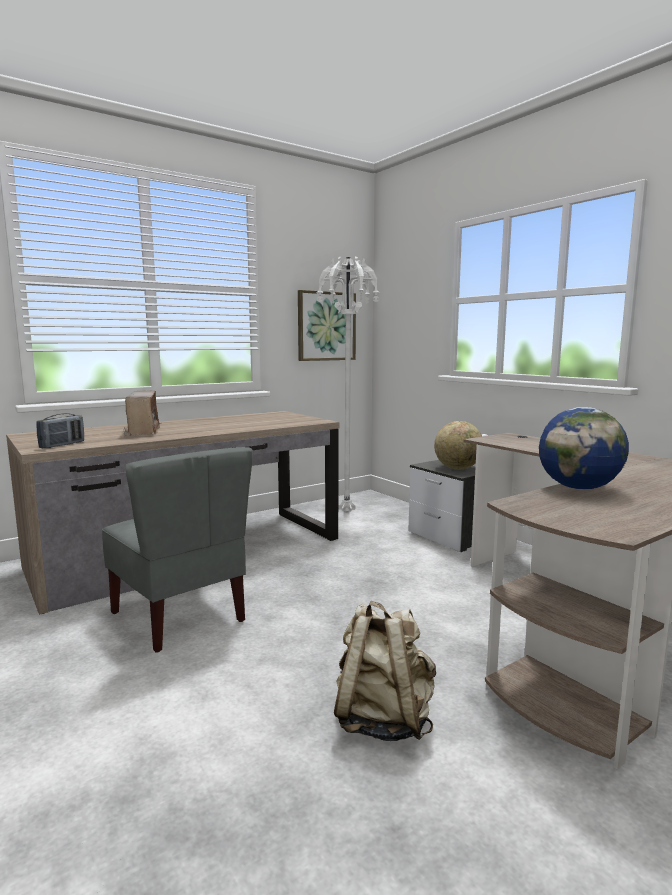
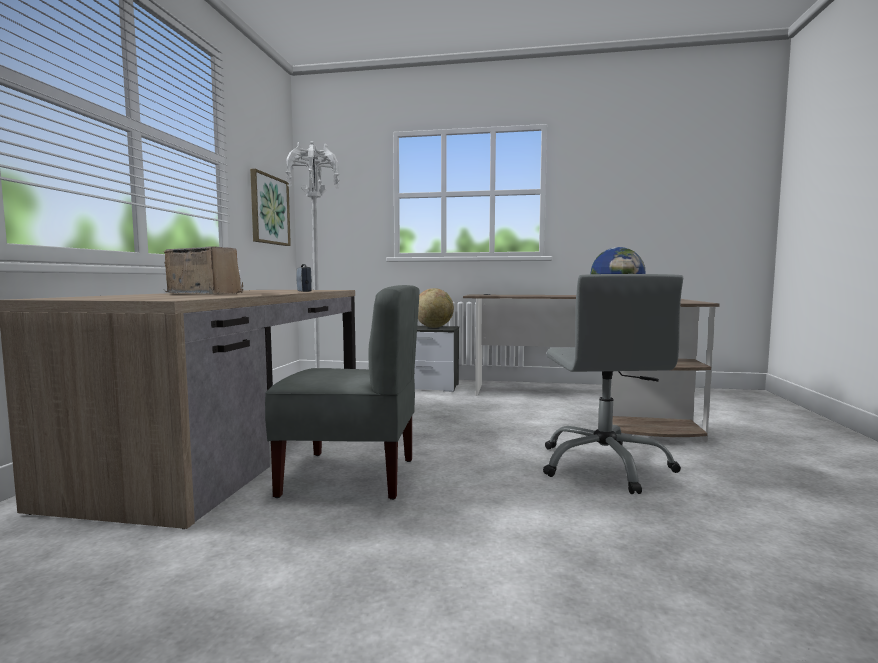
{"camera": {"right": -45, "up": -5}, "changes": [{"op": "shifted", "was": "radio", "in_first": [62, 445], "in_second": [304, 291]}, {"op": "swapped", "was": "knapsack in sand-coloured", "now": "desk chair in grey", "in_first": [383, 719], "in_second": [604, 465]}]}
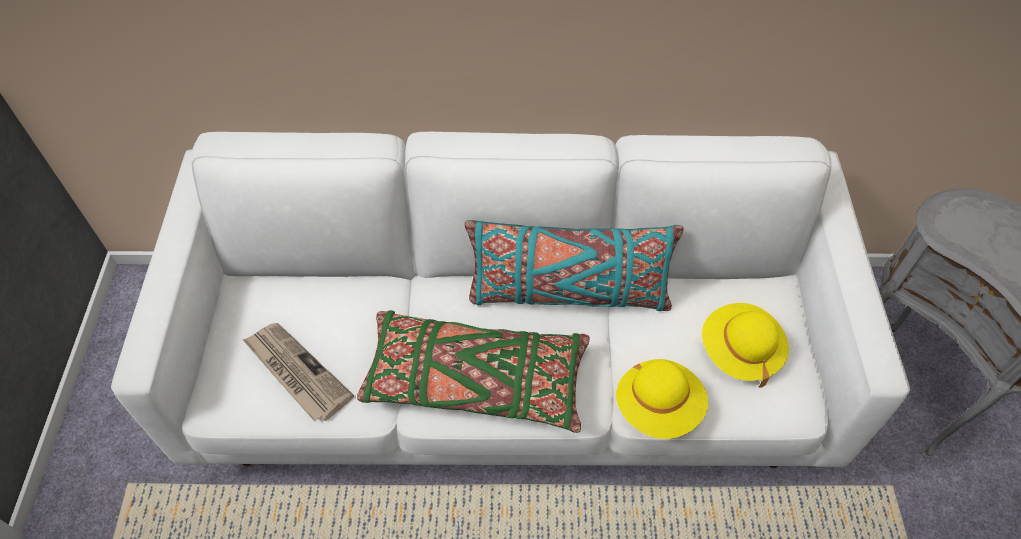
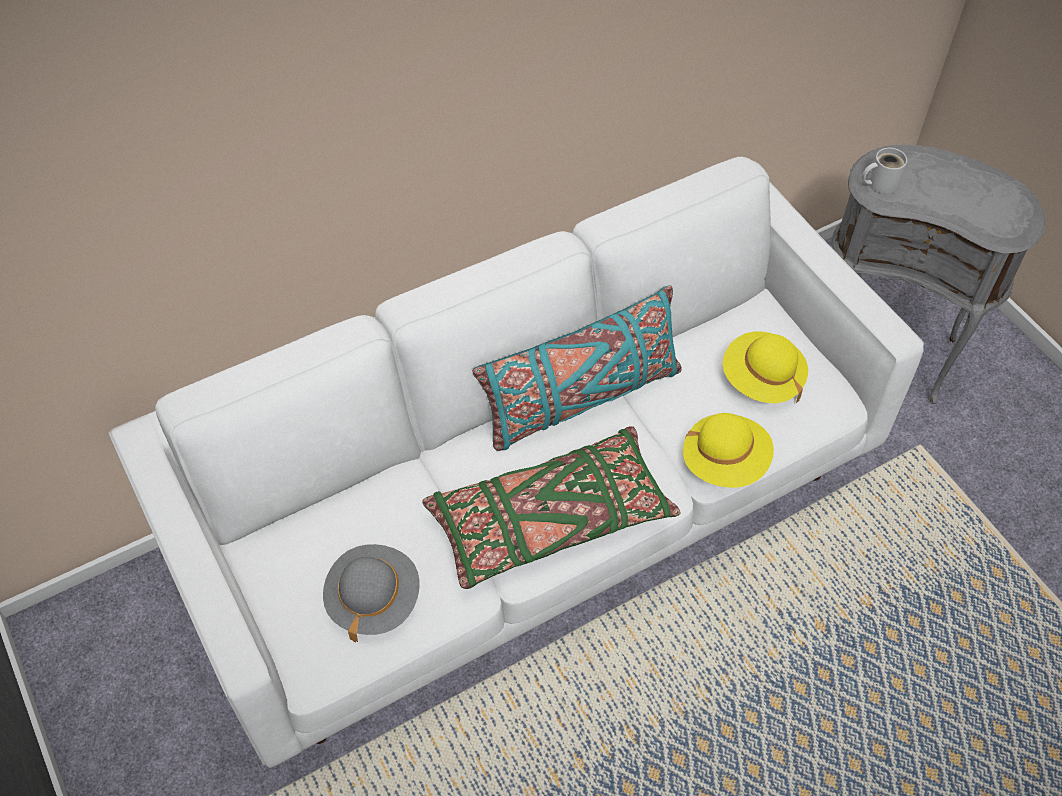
{"camera": {"right": -30, "up": 0}, "changes": [{"op": "new", "now": "mug in white-coloured", "in_second": [879, 183]}, {"op": "swapped", "was": "daily paper", "now": "hat in grey", "in_first": [296, 372], "in_second": [373, 599]}]}
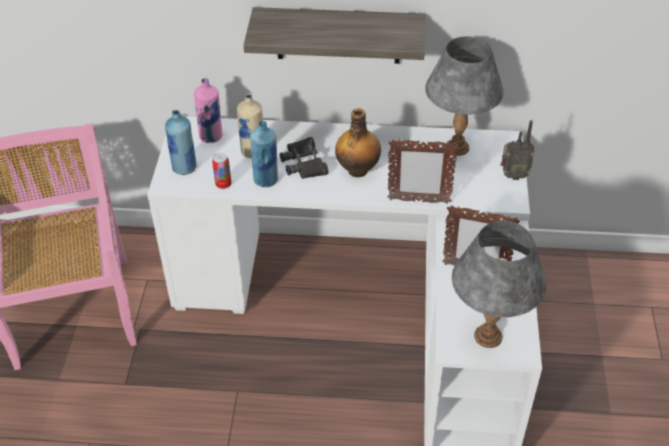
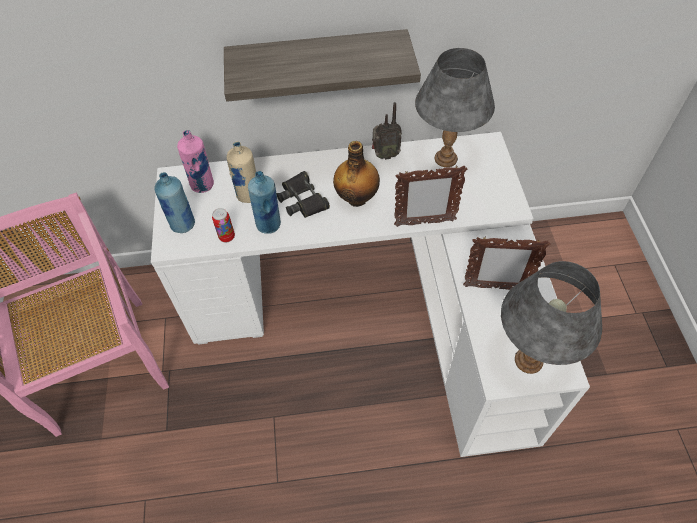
{"camera": {"right": -10, "up": 10}, "changes": [{"op": "shifted", "was": "radio", "in_first": [513, 175], "in_second": [385, 155]}]}
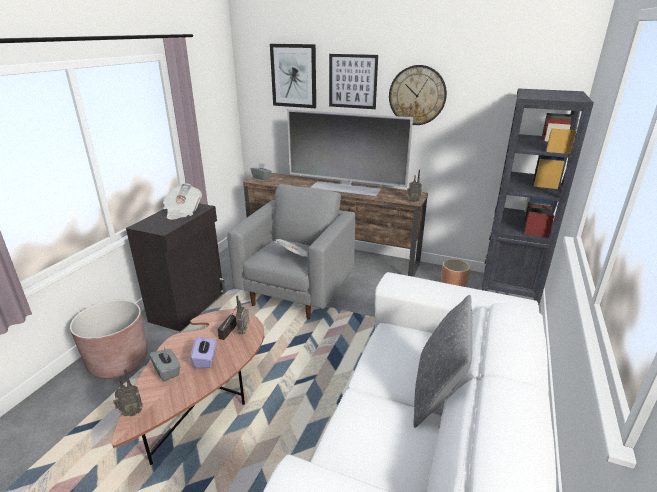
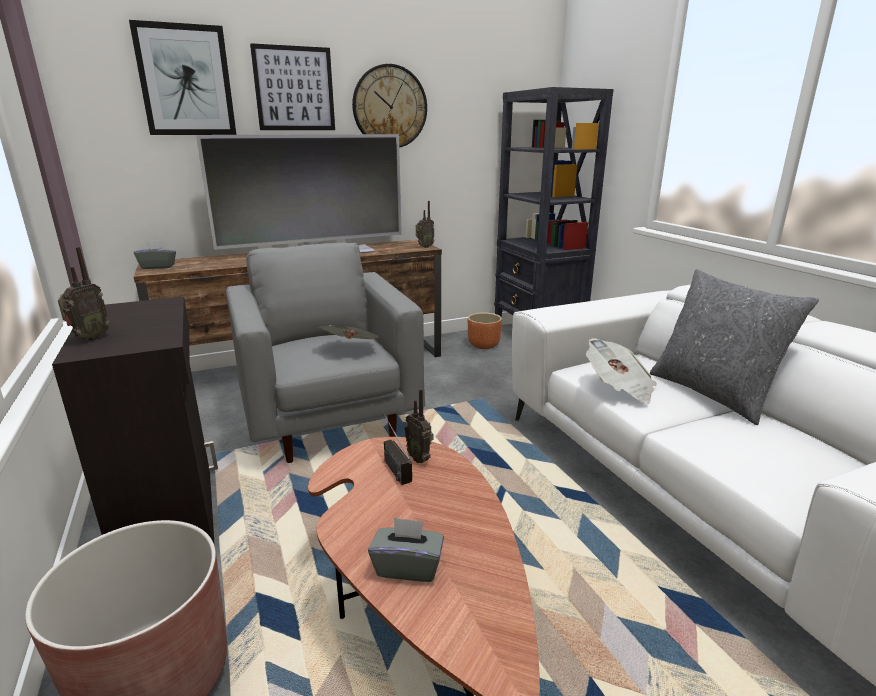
{"camera": {"right": -45, "up": -5}, "changes": [{"op": "gone", "was": "box of tissues in purple", "in_first": [205, 360]}, {"op": "shifted", "was": "radio", "in_first": [131, 412], "in_second": [89, 339]}, {"op": "shifted", "was": "daily paper", "in_first": [182, 212], "in_second": [619, 388]}]}
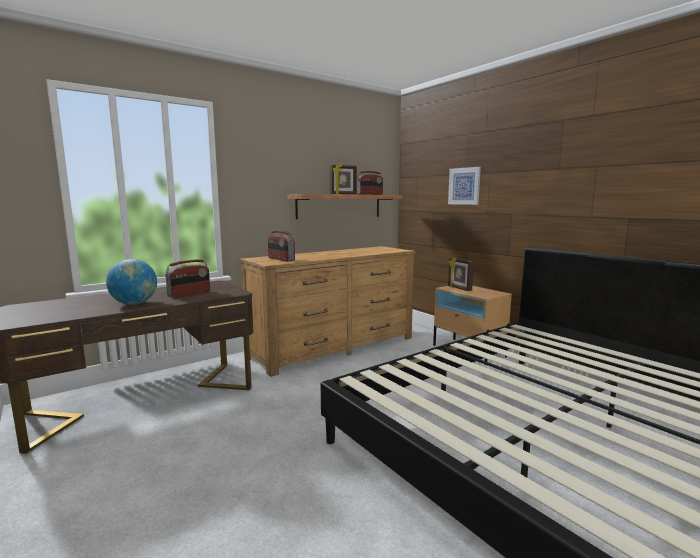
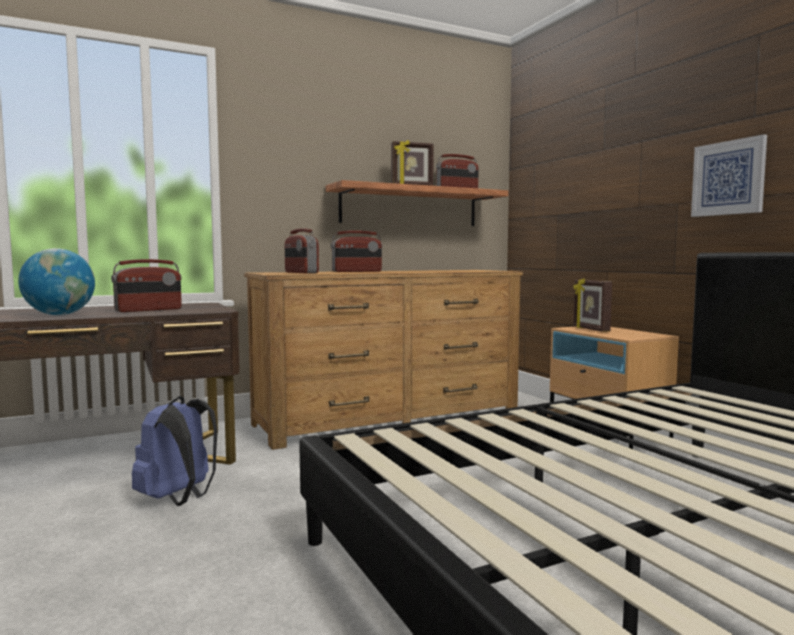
{"camera": {"right": 10, "up": -5}, "changes": [{"op": "new", "now": "knapsack in bluish", "in_second": [179, 498]}, {"op": "new", "now": "radio", "in_second": [357, 271]}, {"op": "shifted", "was": "wall art", "in_first": [464, 186], "in_second": [728, 178]}]}
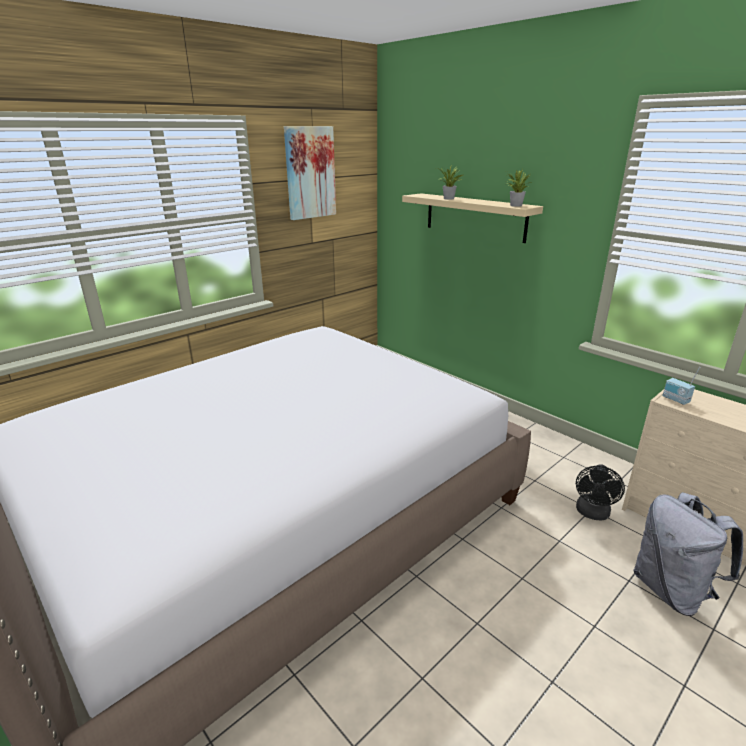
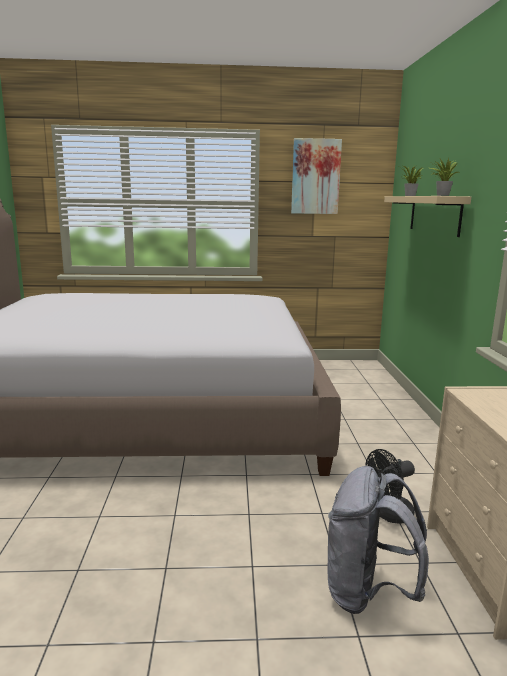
{"camera": {"right": 40, "up": -10}, "changes": [{"op": "gone", "was": "radio", "in_first": [675, 400]}]}
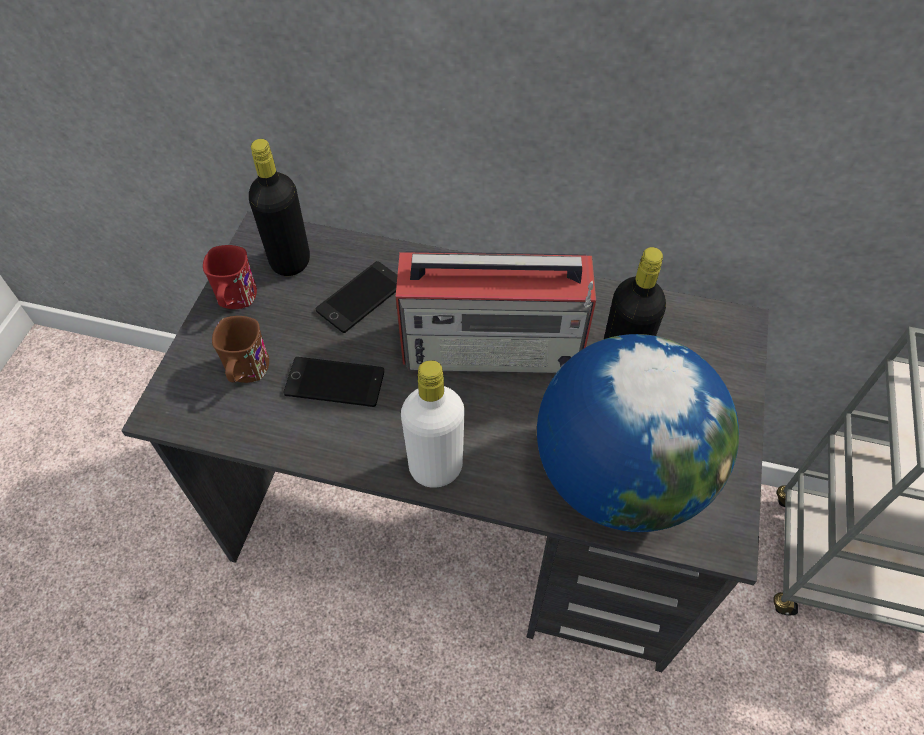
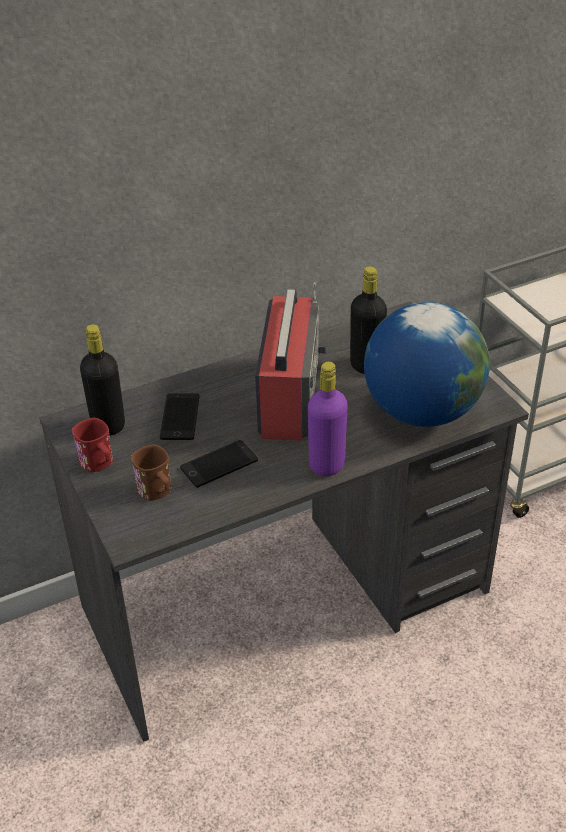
{"camera": {"right": -40, "up": -15}, "changes": [{"op": "repainted", "was": "beverage bottle in white-coloured", "now": "beverage bottle in purple", "in_first": [436, 468], "in_second": [326, 465]}, {"op": "rotated", "was": "radio", "in_first": [494, 346], "in_second": [289, 395], "clockwise": -45}]}
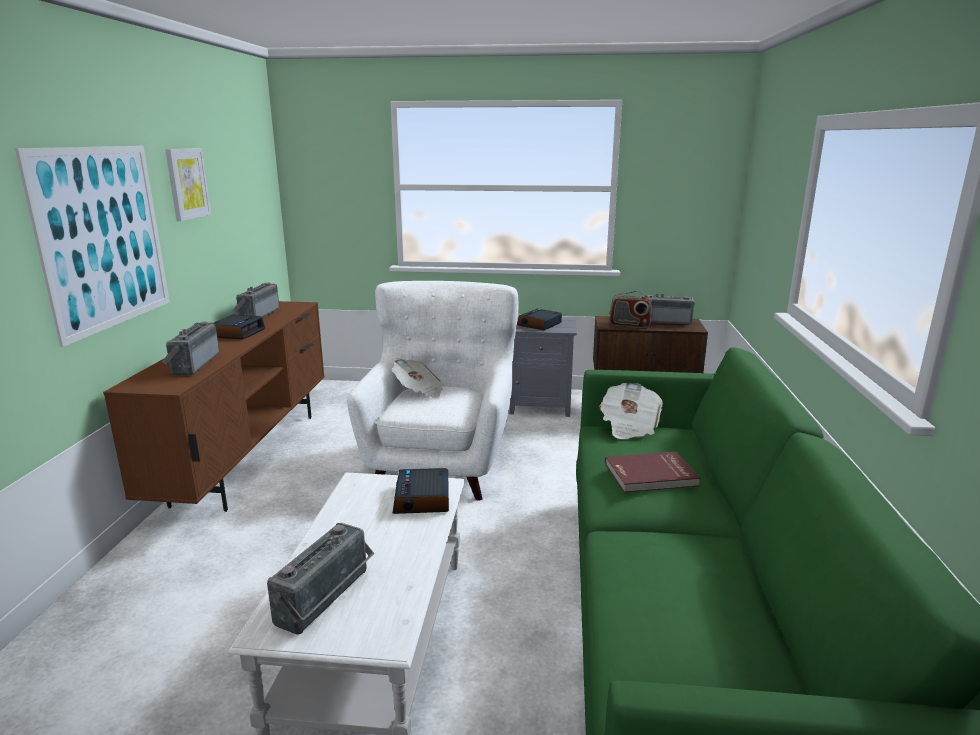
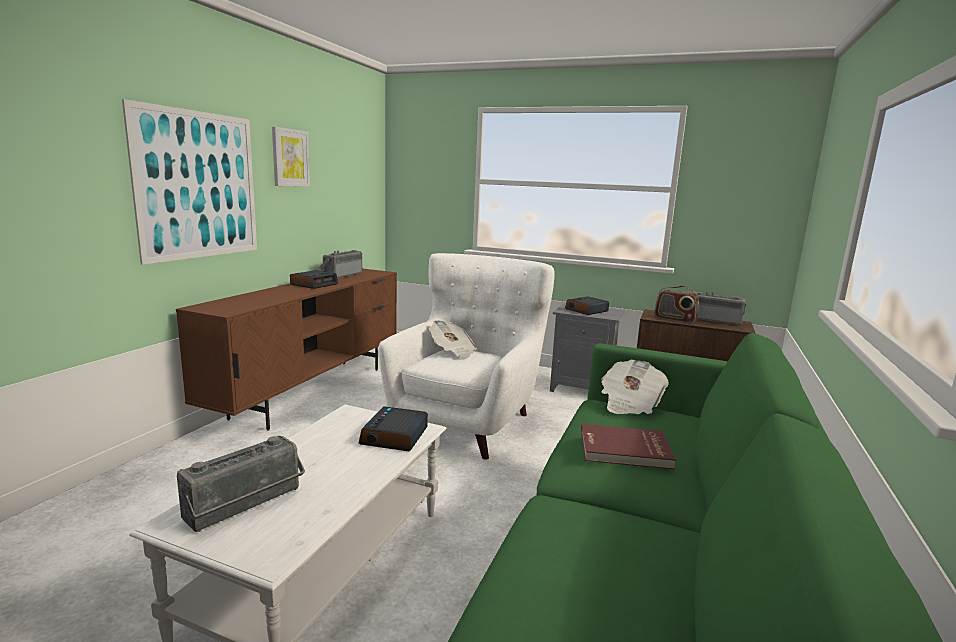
{"camera": {"right": 15, "up": -5}, "changes": [{"op": "gone", "was": "radio", "in_first": [192, 364]}]}
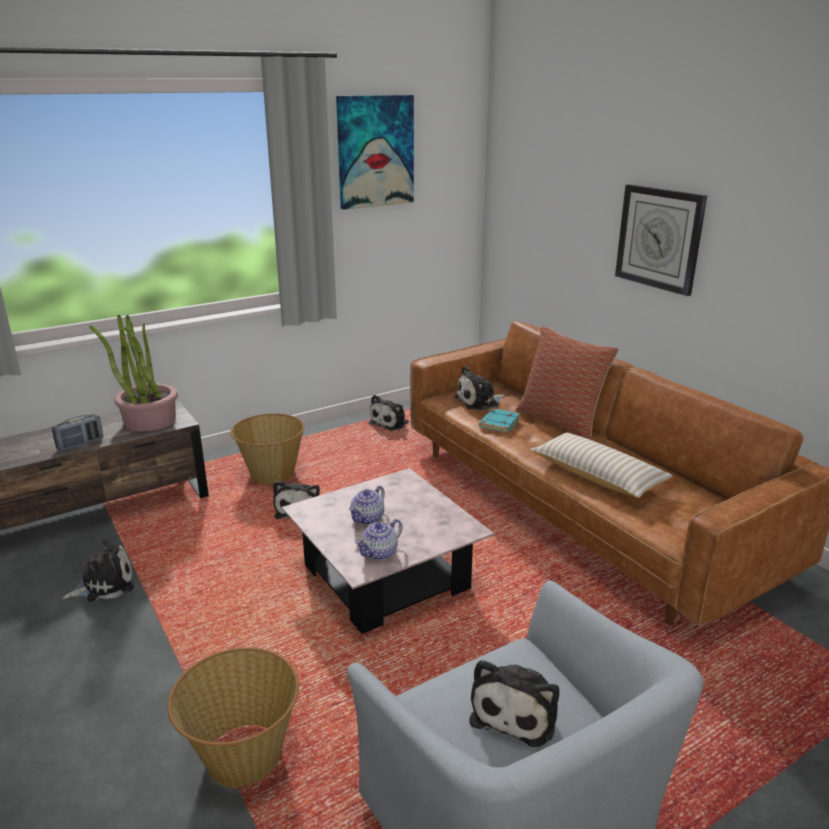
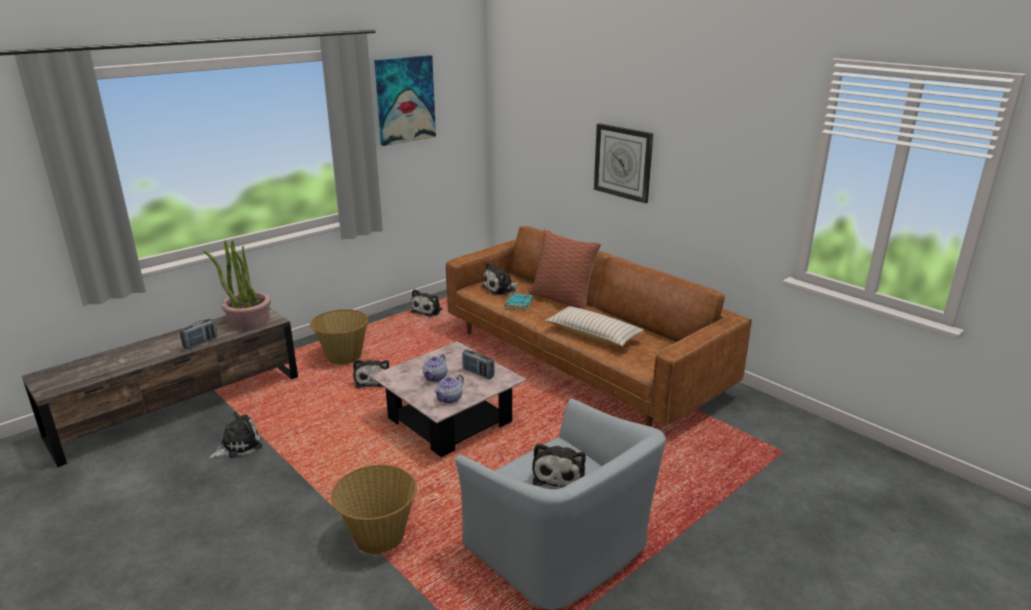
{"camera": {"right": -10, "up": 0}, "changes": [{"op": "new", "now": "radio", "in_second": [478, 373]}]}
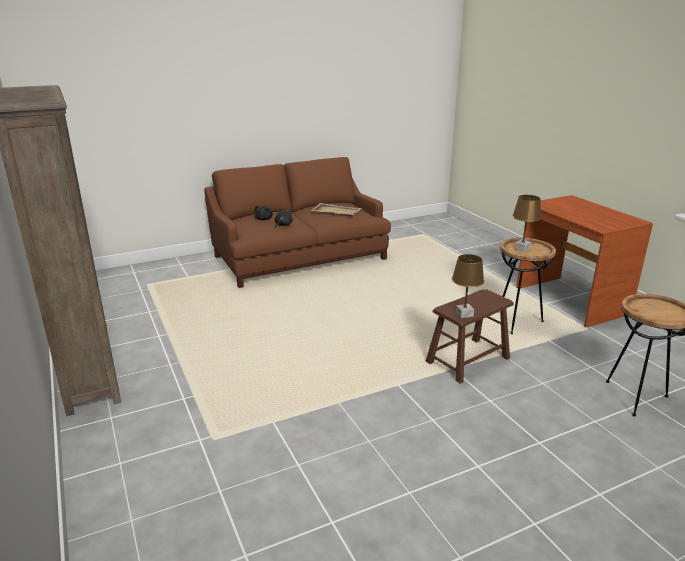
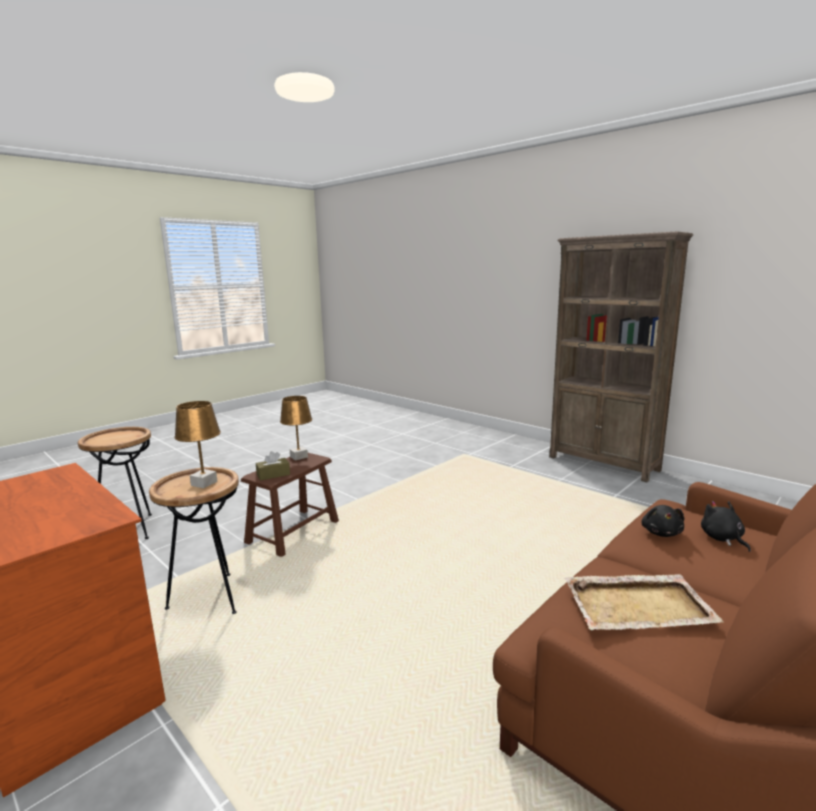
{"camera": {"right": 160, "up": -10}, "changes": [{"op": "new", "now": "box of tissues in brown-coloured", "in_second": [273, 475]}]}
